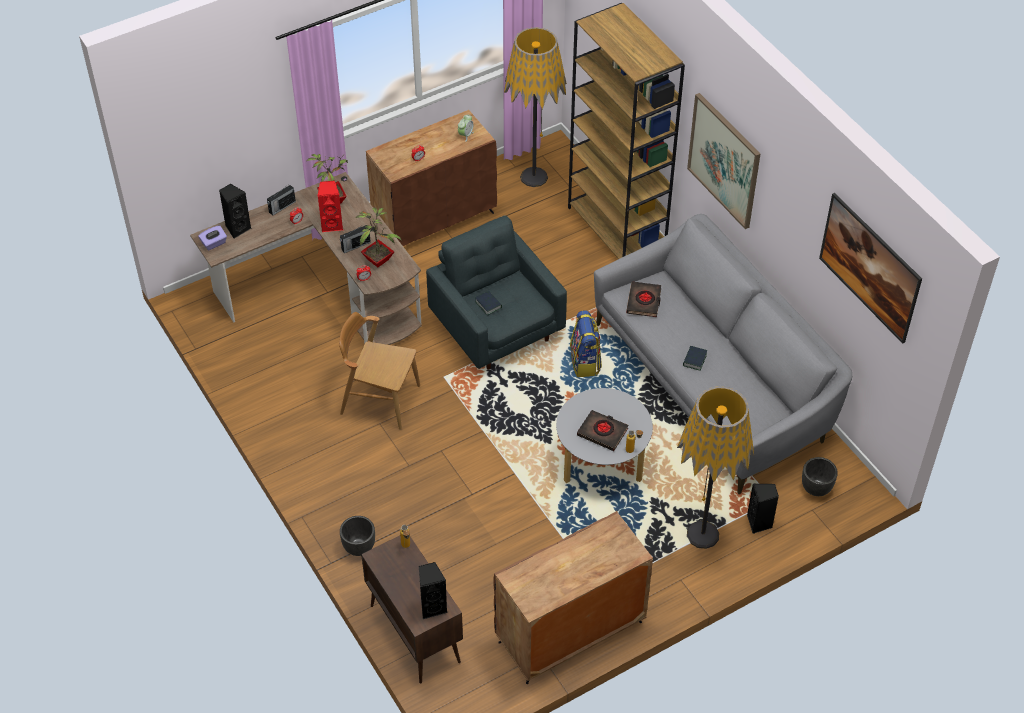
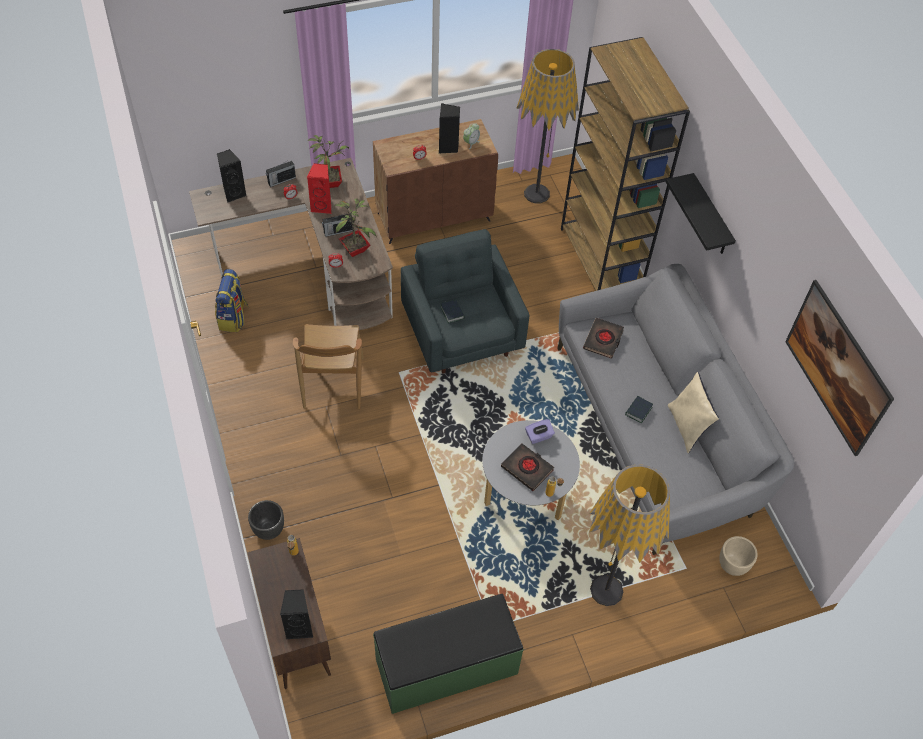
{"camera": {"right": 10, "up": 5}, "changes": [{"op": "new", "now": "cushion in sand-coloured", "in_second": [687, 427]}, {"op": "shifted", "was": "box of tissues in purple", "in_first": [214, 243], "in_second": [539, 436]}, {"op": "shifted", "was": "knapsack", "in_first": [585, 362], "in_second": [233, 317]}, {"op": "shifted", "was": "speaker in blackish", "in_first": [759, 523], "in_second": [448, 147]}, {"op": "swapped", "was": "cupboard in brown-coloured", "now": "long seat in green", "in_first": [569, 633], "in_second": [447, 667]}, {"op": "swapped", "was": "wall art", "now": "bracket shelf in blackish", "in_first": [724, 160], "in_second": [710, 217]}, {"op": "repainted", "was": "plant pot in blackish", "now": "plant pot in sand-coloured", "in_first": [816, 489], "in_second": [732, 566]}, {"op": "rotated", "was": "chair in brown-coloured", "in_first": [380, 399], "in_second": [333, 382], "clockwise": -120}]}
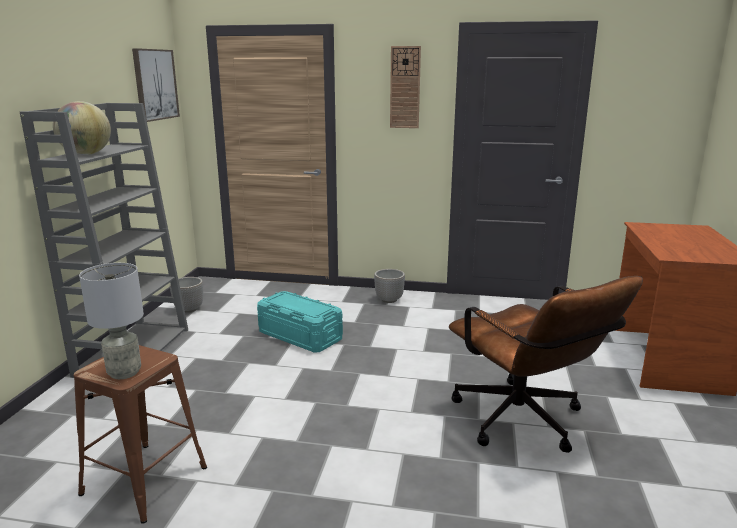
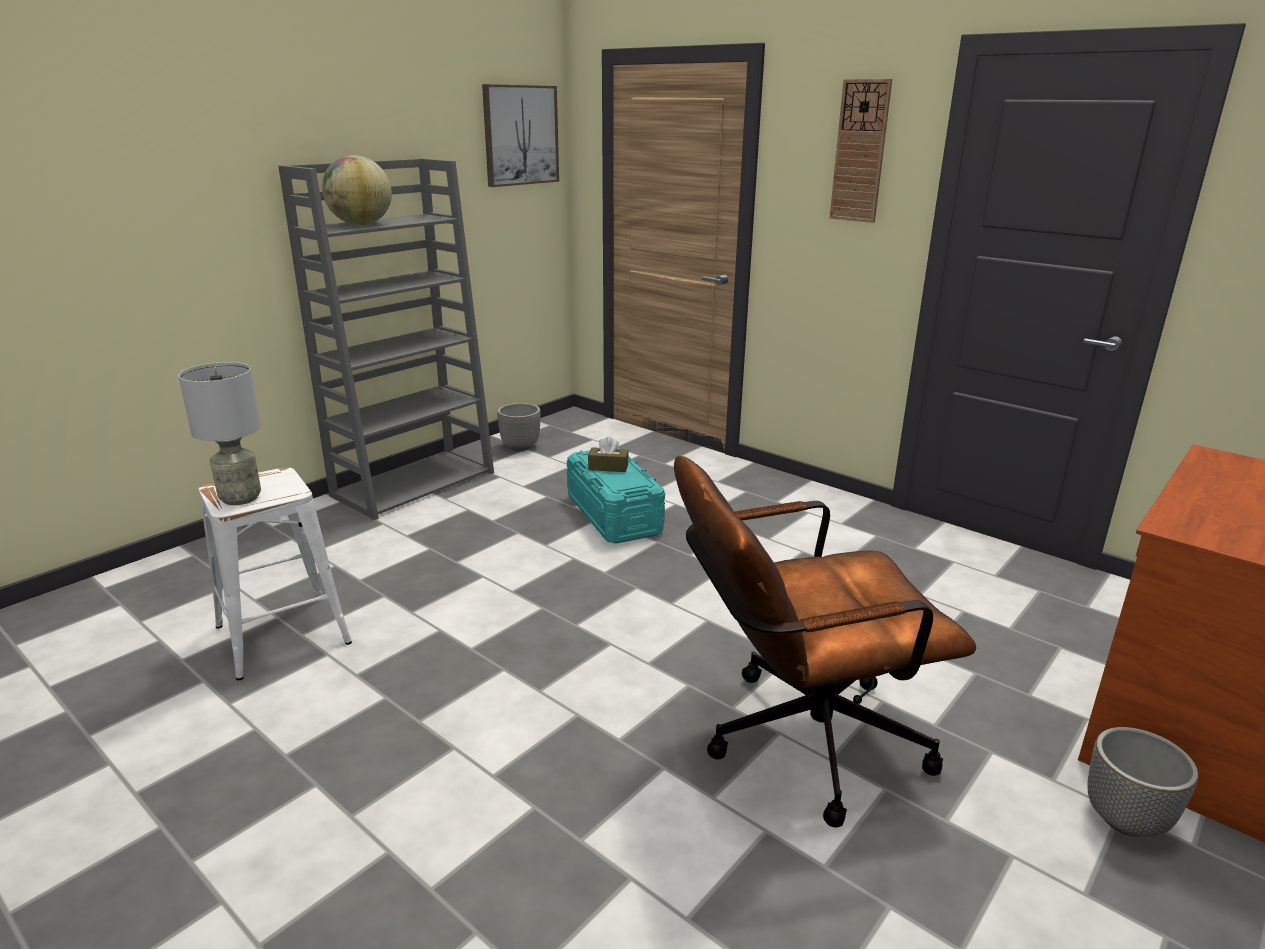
{"camera": {"right": 30, "up": 5}, "changes": [{"op": "new", "now": "box of tissues in brown-coloured", "in_second": [608, 467]}, {"op": "shifted", "was": "plant pot", "in_first": [389, 300], "in_second": [1125, 820]}, {"op": "repainted", "was": "stool in brown-coloured", "now": "stool in white-coloured", "in_first": [145, 480], "in_second": [283, 635]}, {"op": "rotated", "was": "desk chair in brown-coloured", "in_first": [525, 424], "in_second": [797, 741], "clockwise": 75}]}
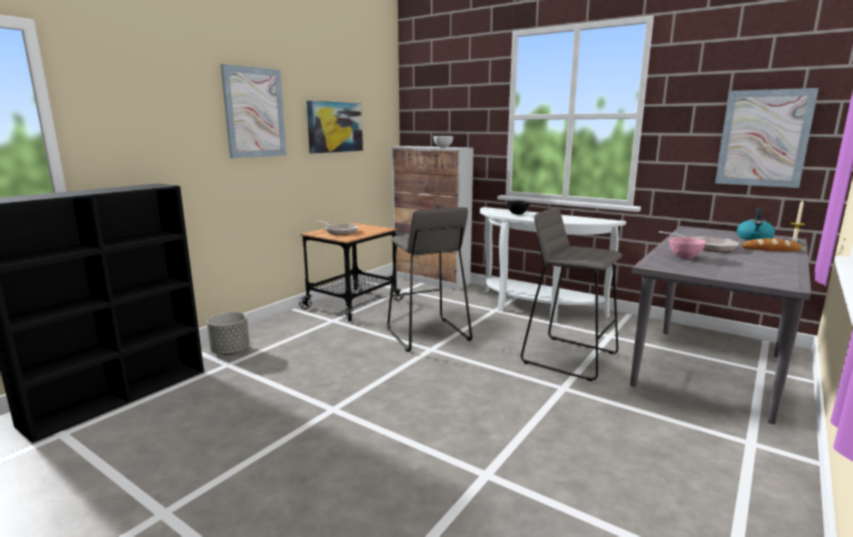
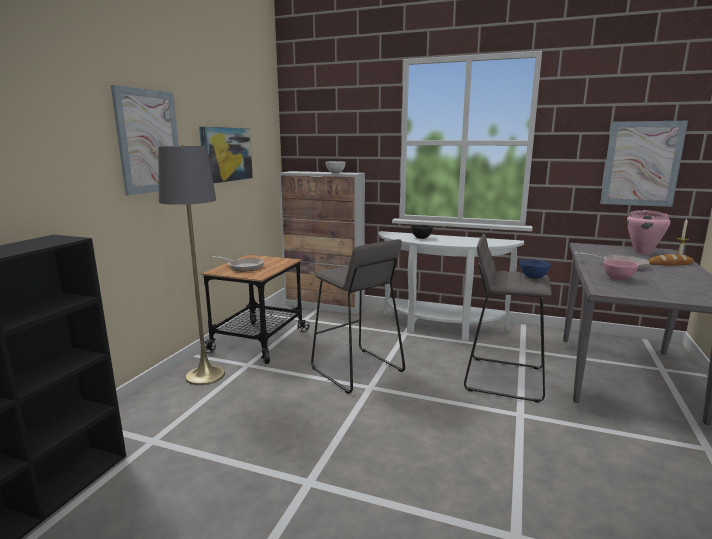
{"camera": {"right": -15, "up": 0}, "changes": [{"op": "gone", "was": "plant pot in grey", "in_first": [230, 351]}, {"op": "new", "now": "standard lamp in grey", "in_second": [205, 375]}, {"op": "new", "now": "bowl in bluish", "in_second": [532, 277]}, {"op": "swapped", "was": "kettle", "now": "saucepot in pink", "in_first": [754, 238], "in_second": [643, 252]}]}
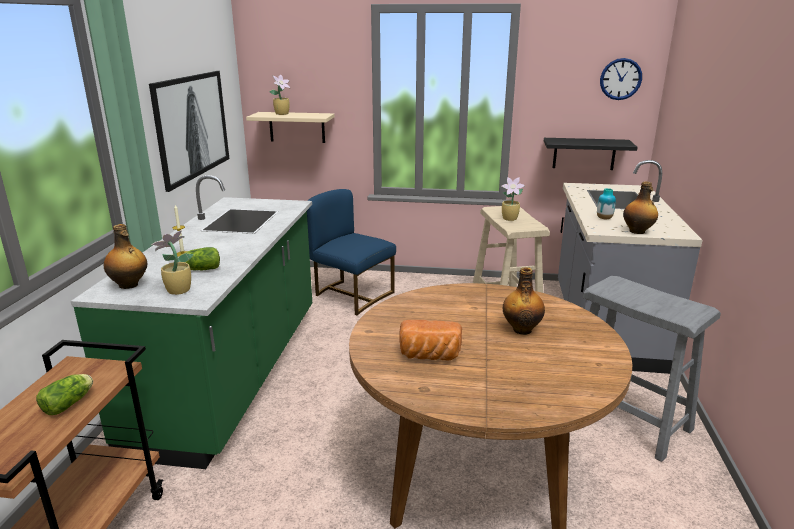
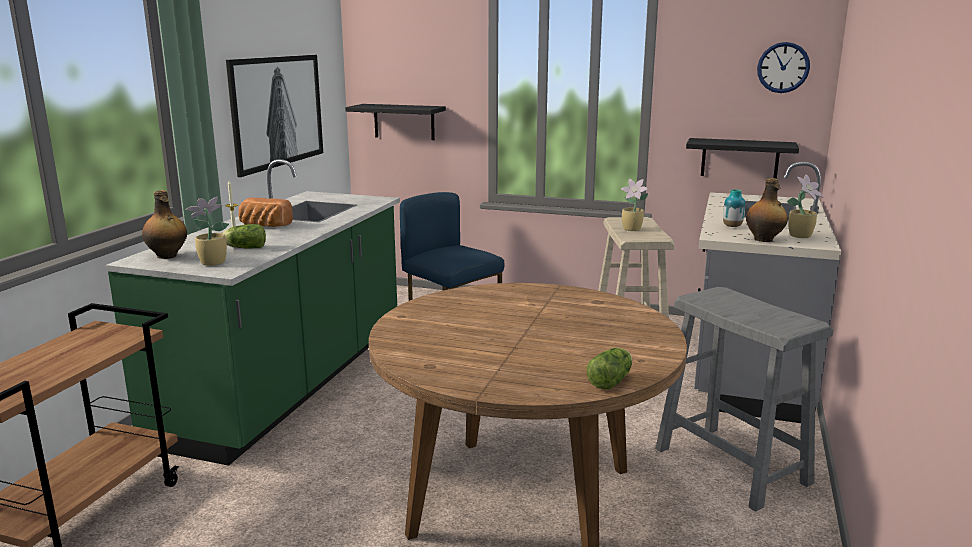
{"camera": {"right": 10, "up": -5}, "changes": [{"op": "gone", "was": "beverage bottle", "in_first": [522, 329]}, {"op": "shifted", "was": "lettuce head", "in_first": [70, 403], "in_second": [611, 380]}, {"op": "shifted", "was": "plant in a pot", "in_first": [282, 114], "in_second": [801, 236]}, {"op": "shifted", "was": "bakery bread", "in_first": [429, 356], "in_second": [264, 226]}, {"op": "repainted", "was": "bracket shelf in sand-coloured", "now": "bracket shelf in blackish", "in_first": [297, 127], "in_second": [404, 121]}]}
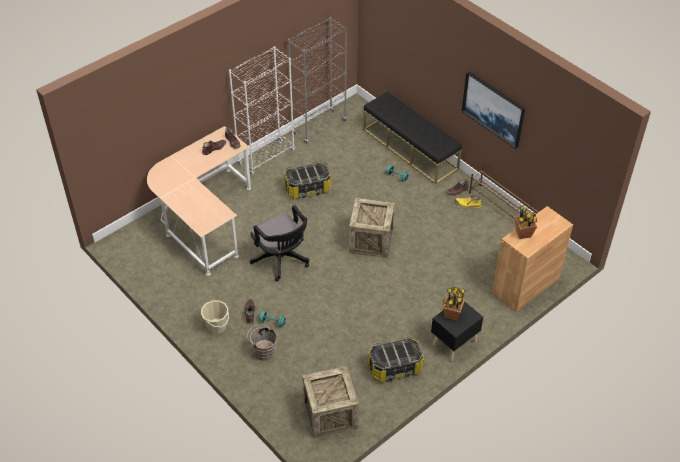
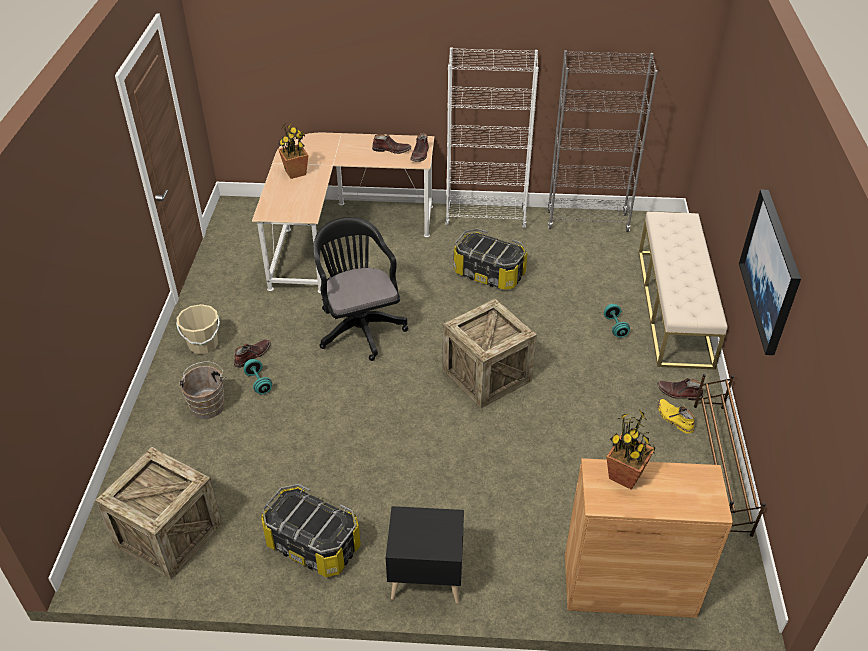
{"camera": {"right": 45, "up": -5}, "changes": [{"op": "shifted", "was": "plant in a pot", "in_first": [452, 314], "in_second": [295, 172]}, {"op": "repainted", "was": "long seat in blackish", "now": "long seat in sand-coloured", "in_first": [410, 149], "in_second": [674, 307]}, {"op": "rotated", "was": "desk chair in blackish", "in_first": [282, 260], "in_second": [359, 327], "clockwise": 150}]}
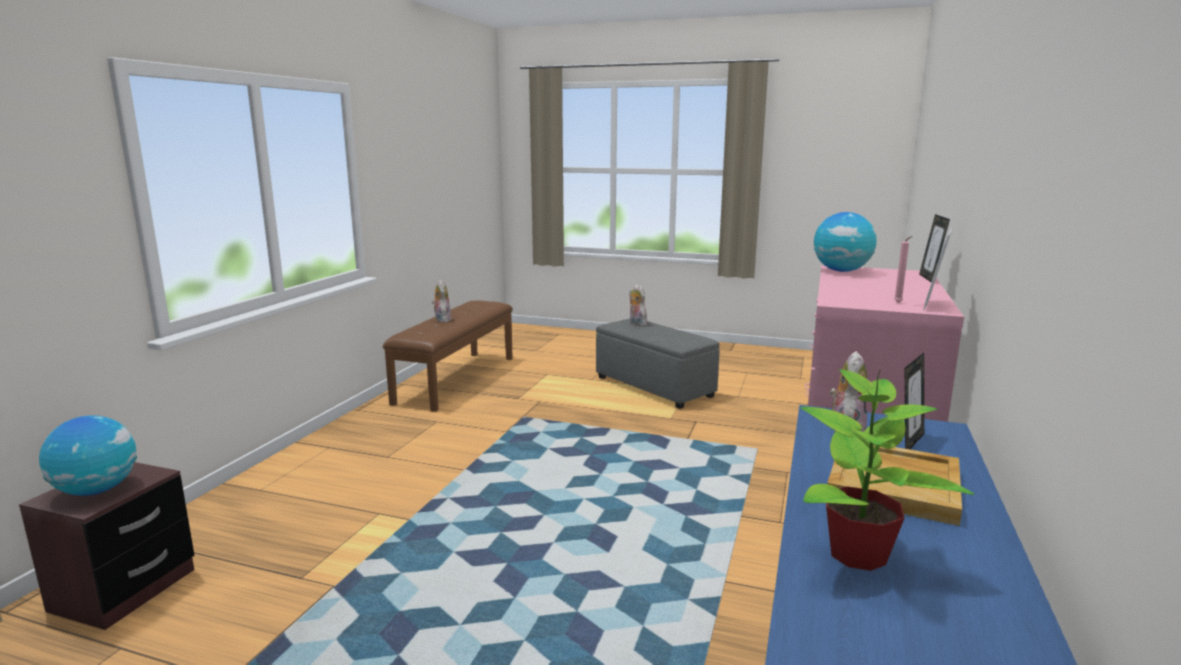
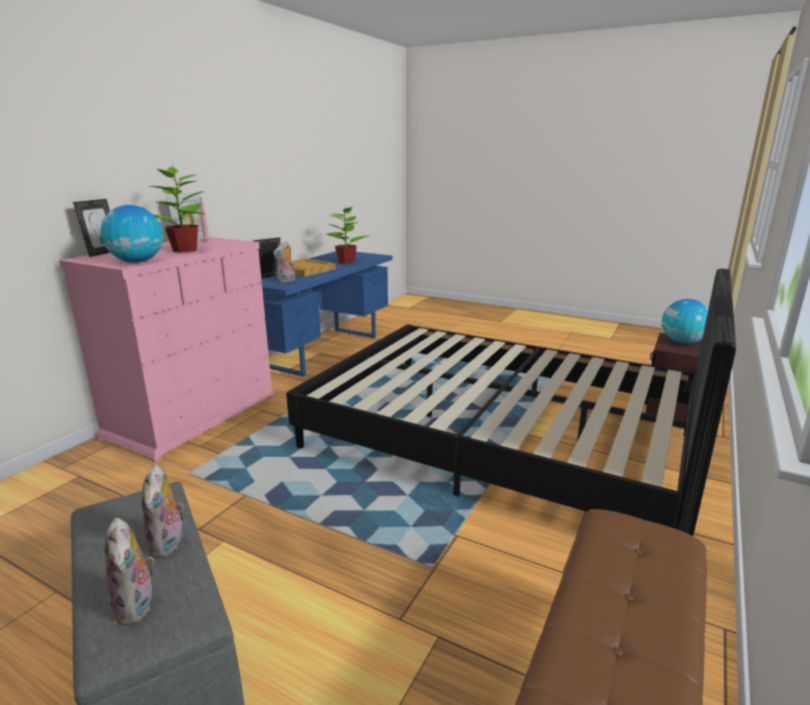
{"camera": {"right": -170, "up": 5}, "changes": [{"op": "new", "now": "plant in a pot", "in_second": [184, 250]}, {"op": "new", "now": "bed in blackish", "in_second": [501, 438]}, {"op": "shifted", "was": "cuddly toy", "in_first": [441, 320], "in_second": [168, 544]}]}
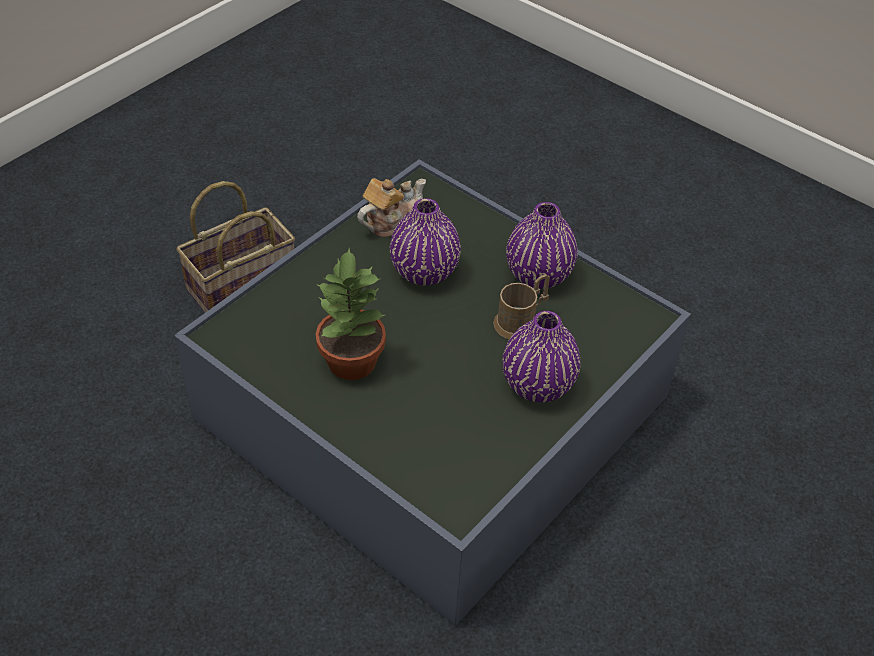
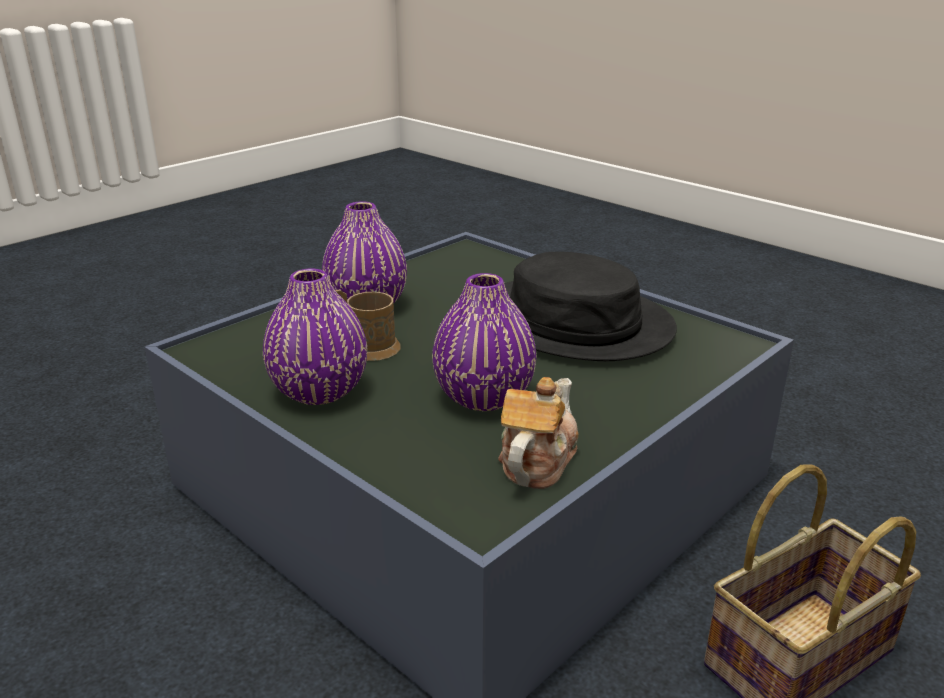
{"camera": {"right": -175, "up": -20}, "changes": [{"op": "swapped", "was": "plant in a pot", "now": "hat in blackish", "in_first": [351, 362], "in_second": [573, 322]}, {"op": "rotated", "was": "tea pot", "in_first": [391, 221], "in_second": [536, 461], "clockwise": 150}]}
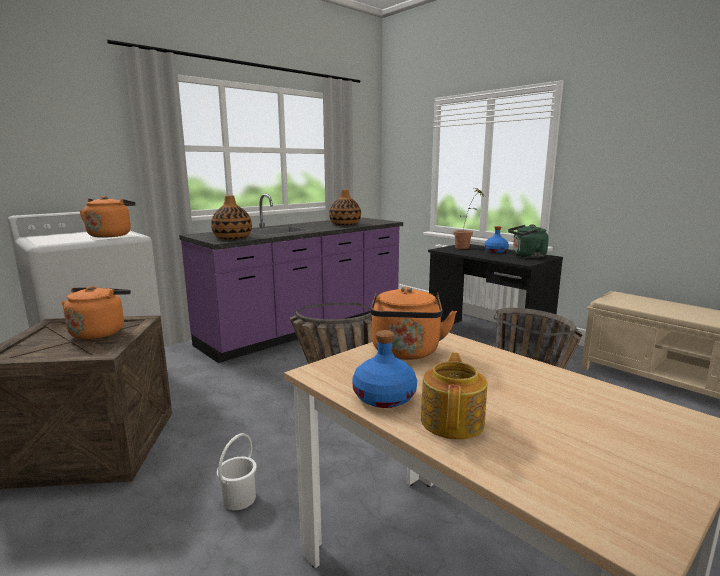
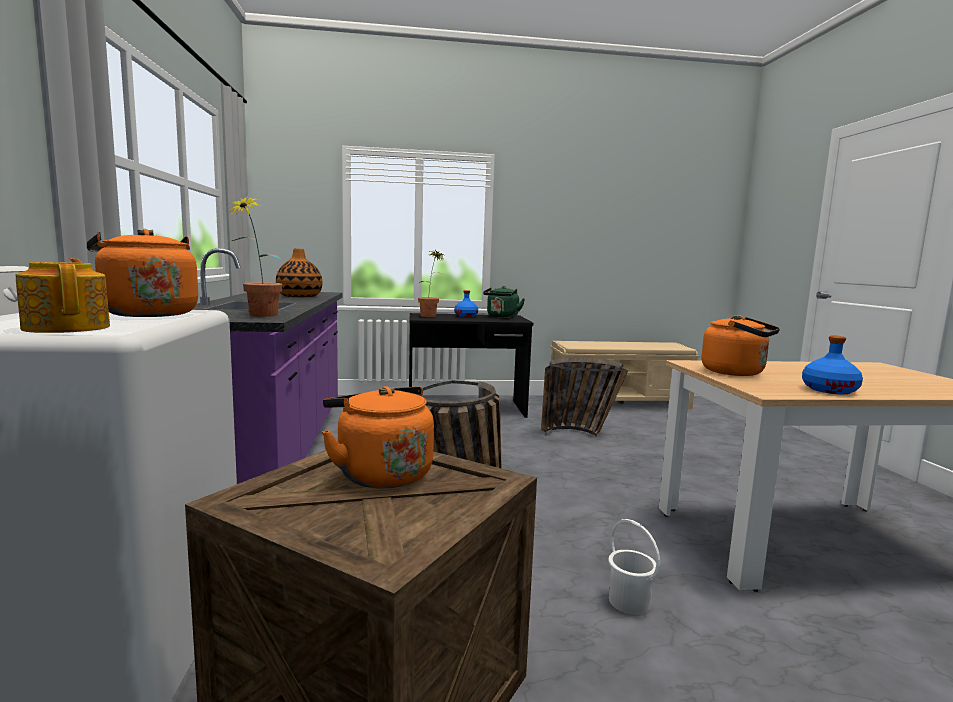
{"camera": {"right": -55, "up": -5}, "changes": [{"op": "shifted", "was": "tea pot", "in_first": [453, 421], "in_second": [68, 328]}, {"op": "swapped", "was": "decorative vase", "now": "plant in a pot", "in_first": [232, 238], "in_second": [258, 316]}]}
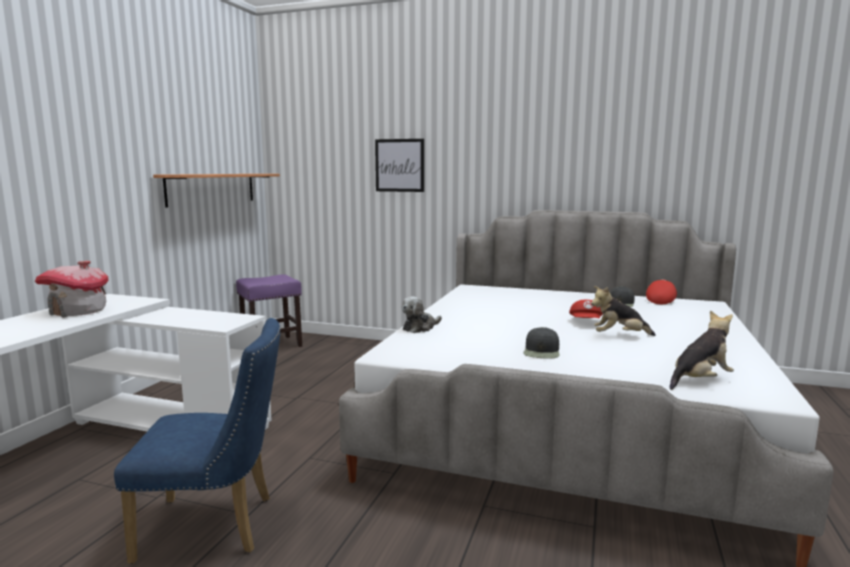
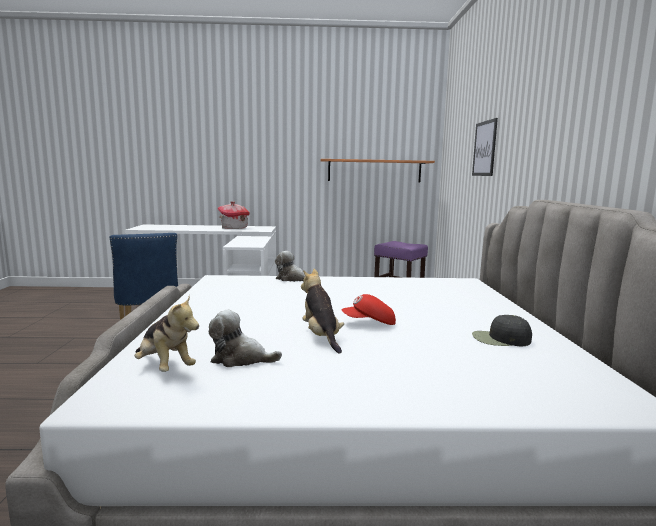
{"camera": {"right": 70, "up": 0}, "changes": [{"op": "gone", "was": "baseball cap in blackish", "in_first": [542, 351]}, {"op": "gone", "was": "baseball cap in red-coloured", "in_first": [660, 300]}, {"op": "new", "now": "cuddly toy", "in_second": [240, 359]}]}
